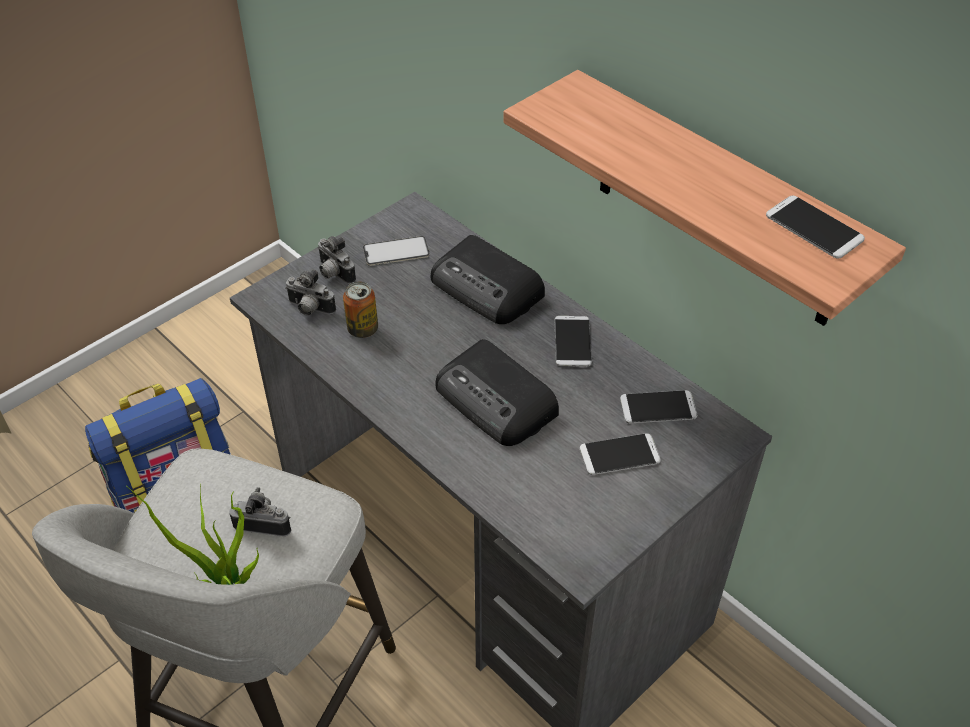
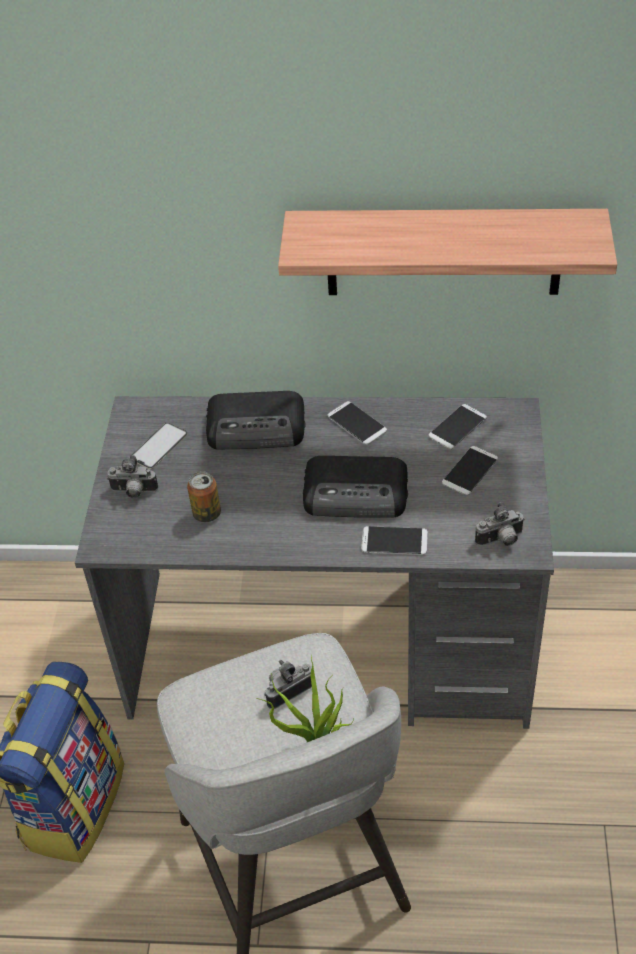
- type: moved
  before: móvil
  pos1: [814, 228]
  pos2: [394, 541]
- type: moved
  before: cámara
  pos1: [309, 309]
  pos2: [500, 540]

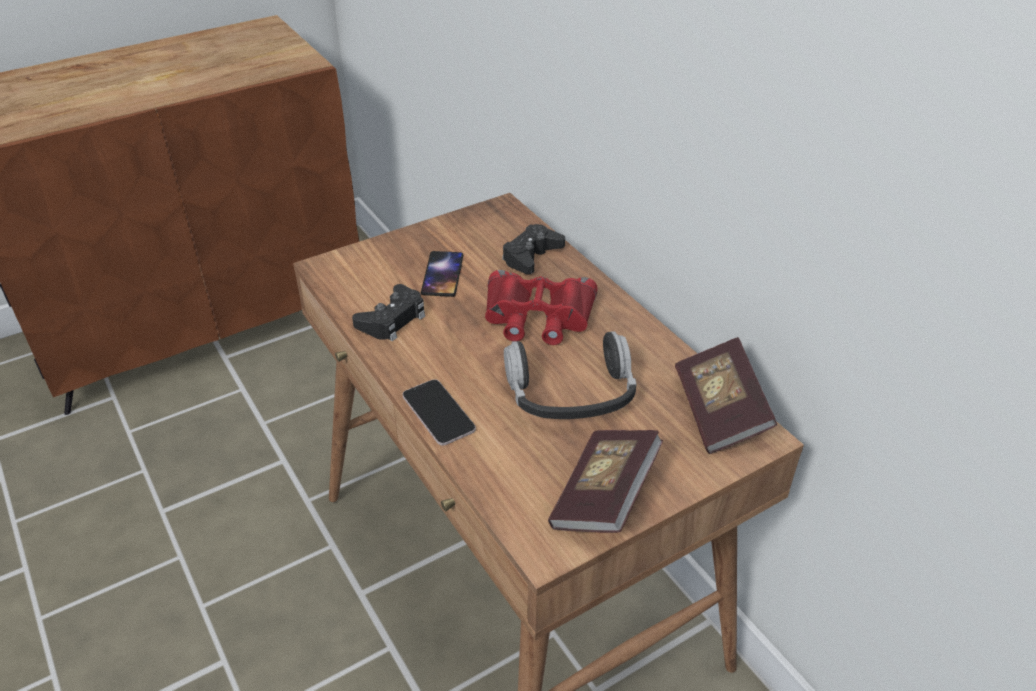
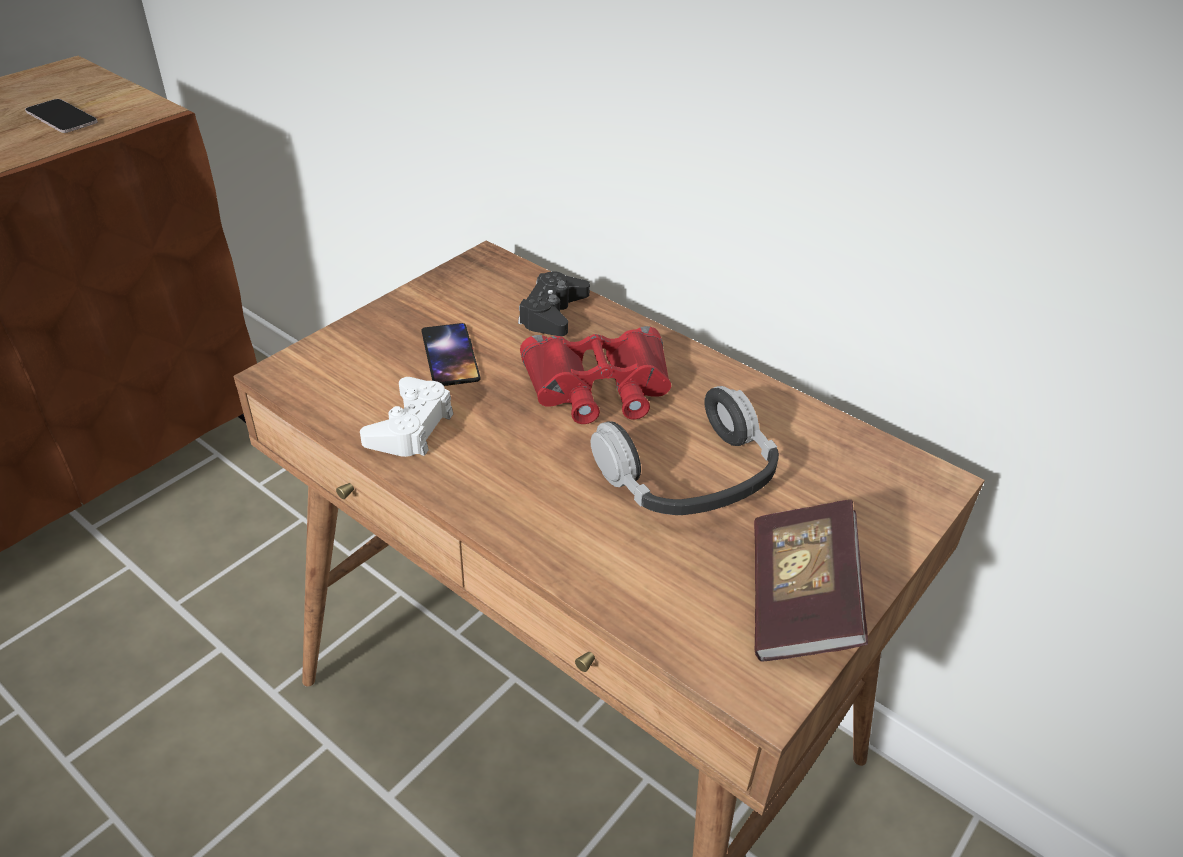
- type: moved
  before: móvil
  pos1: [438, 413]
  pos2: [61, 117]
- type: recoloured
  before: mando de consola (negro)
  after: mando de consola (blanco)
  pos1: [392, 320]
  pos2: [411, 427]
- type: removed
  before: libro
  pos1: [719, 412]

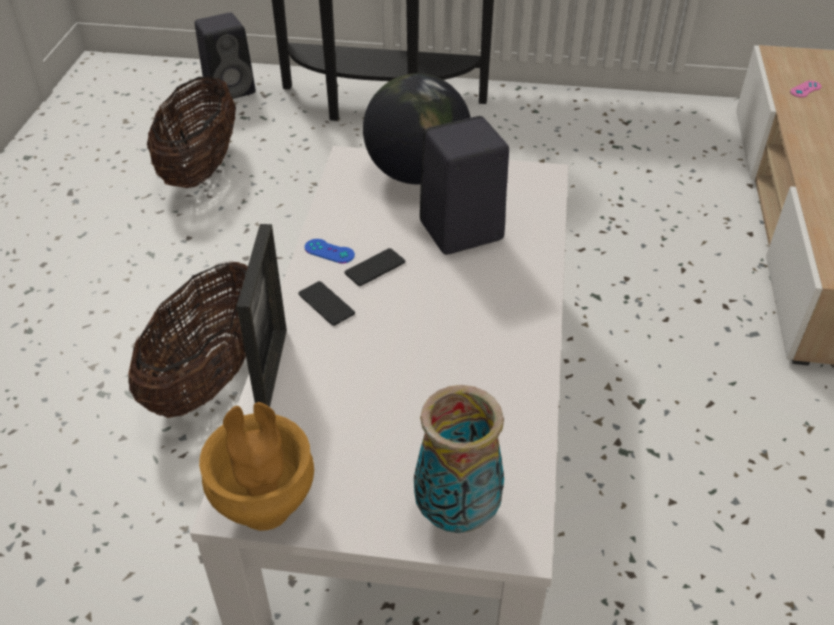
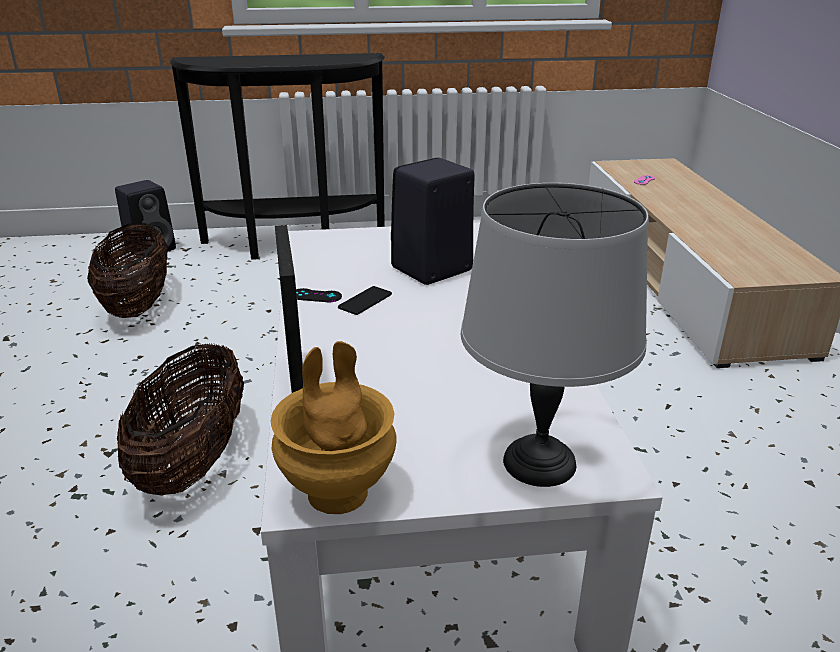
- type: recoloured
  before: mando de consola (azul)
  after: mando de consola (negro)
  pos1: [329, 251]
  pos2: [316, 296]
- type: replaced
  before: florero
  after: lámpara de mesa (gris)
  pos1: [458, 513]
  pos2: [541, 462]
- type: removed
  before: móvil
  pos1: [326, 304]
- type: removed
  before: globo terráqueo
  pos1: [417, 174]

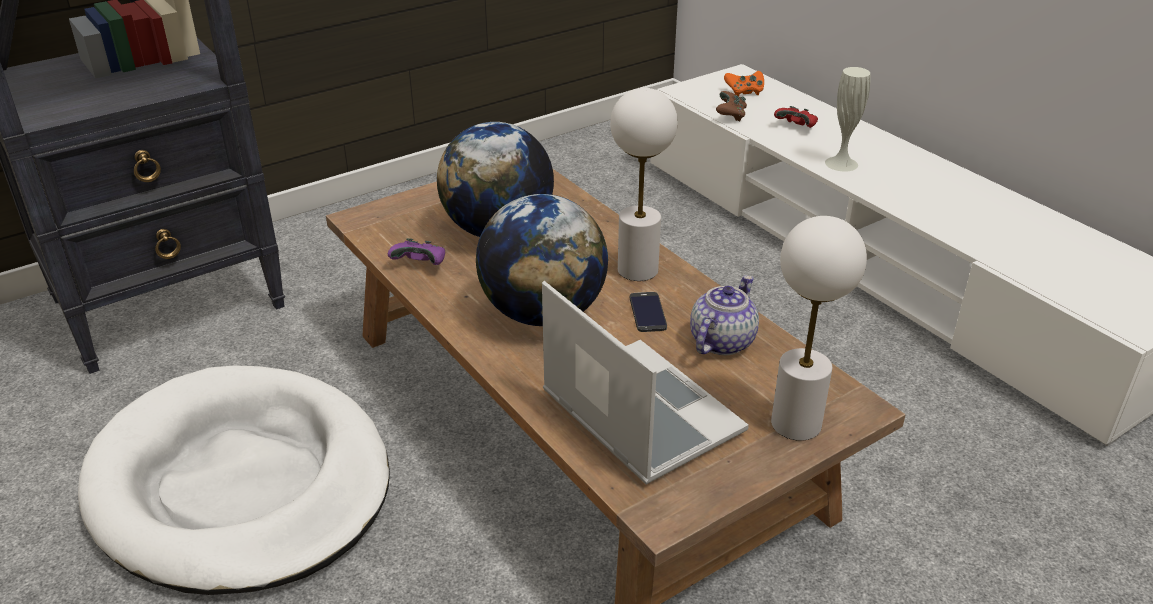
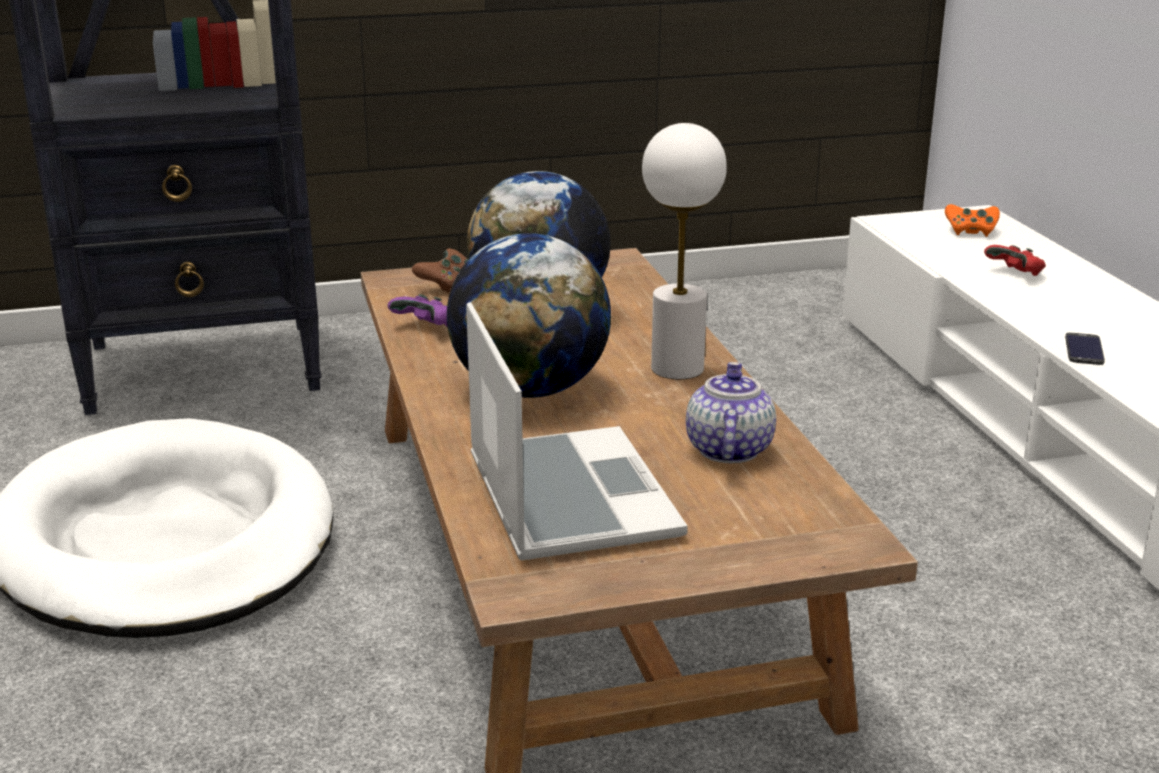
- type: moved
  before: mando de consola (marrón)
  pos1: [730, 116]
  pos2: [446, 284]
- type: turned
  before: tetera
  pos1: [721, 341]
  pos2: [727, 449]
  turn: -45
- type: moved
  before: móvil
  pos1: [648, 312]
  pos2: [1084, 349]
- type: removed
  before: lámpara de mesa (blanco)
  pos1: [797, 424]
- type: removed
  before: florero (blanco)
  pos1: [841, 163]

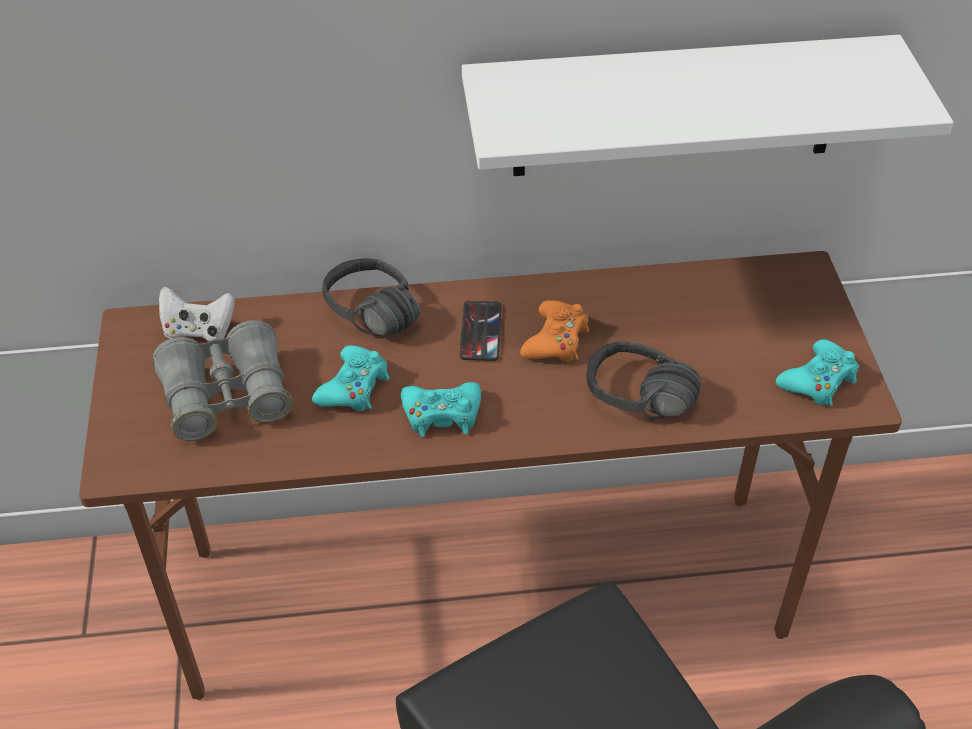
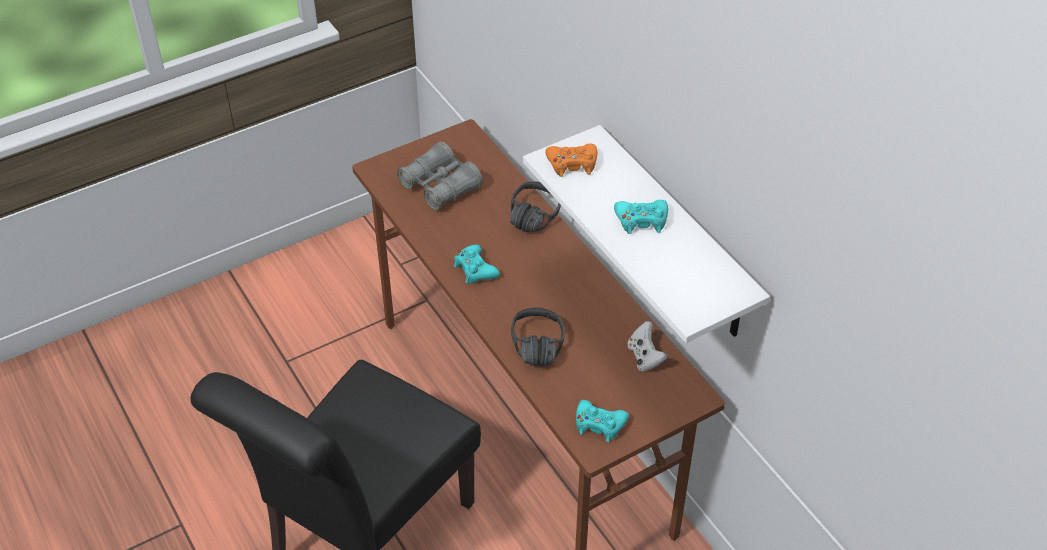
- type: moved
  before: mando de consola (naranja)
  pos1: [556, 340]
  pos2: [572, 164]
- type: moved
  before: mando de consola (turquesa)
  pos1: [354, 387]
  pos2: [641, 220]
- type: moved
  before: mando de consola (blanco)
  pos1: [199, 330]
  pos2: [645, 357]
- type: removed
  before: móvil
  pos1: [480, 331]

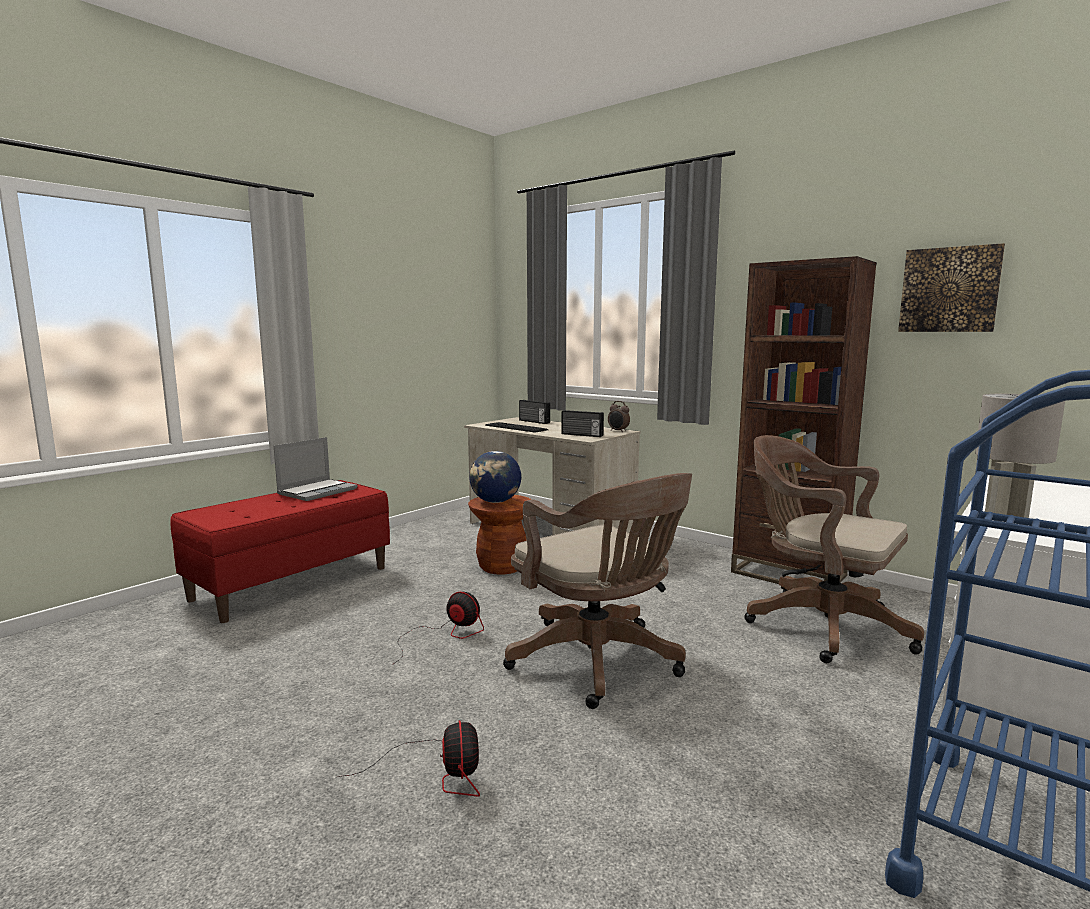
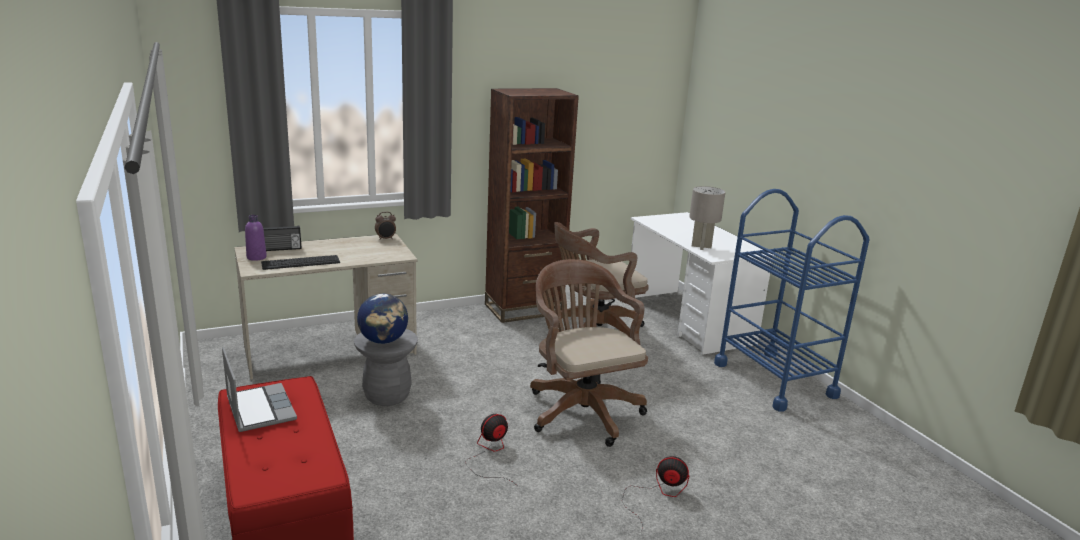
- type: added
  after: botella (morado)
  pos2: [256, 257]
- type: recoloured
  before: taburete (marrón)
  after: taburete (gris)
  pos1: [502, 567]
  pos2: [387, 396]
- type: turned
  before: silla de oficina (marrón)
  pos1: [599, 663]
  pos2: [581, 409]
  turn: -105
- type: removed
  before: radio
  pos1: [581, 435]
- type: removed
  before: cuadro
  pos1: [949, 290]

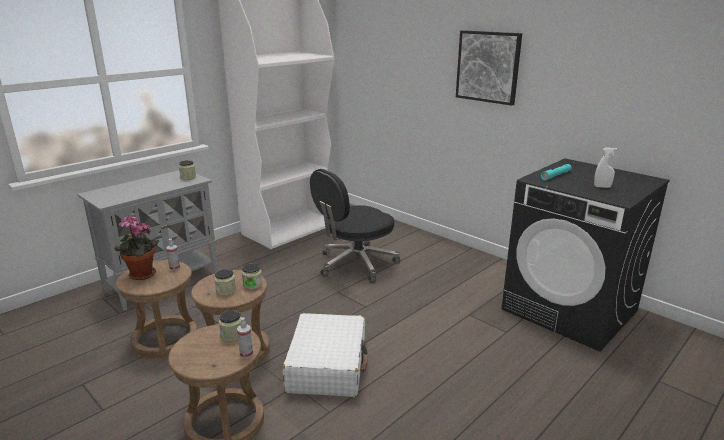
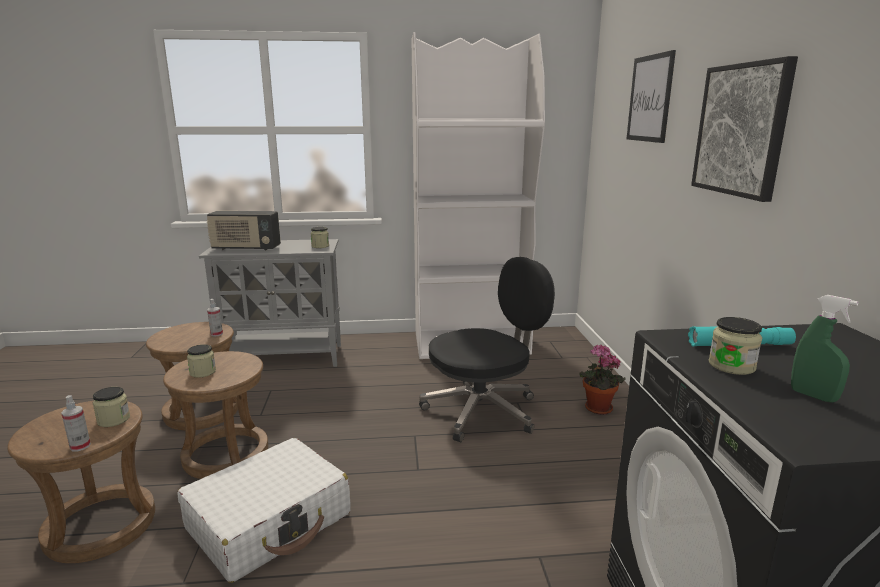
- type: added
  after: radio
  pos2: [246, 248]
- type: turned
  before: silla de oficina (negro)
  pos1: [355, 264]
  pos2: [483, 410]
  turn: 150
- type: moved
  before: planta en maceta
  pos1: [141, 276]
  pos2: [597, 409]
- type: added
  after: cuadro
  pos2: [650, 98]
- type: moved
  before: tarro
  pos1: [252, 285]
  pos2: [731, 366]
- type: recoloured
  before: pulverizador (blanco)
  after: pulverizador (verde)
  pos1: [602, 187]
  pos2: [813, 396]

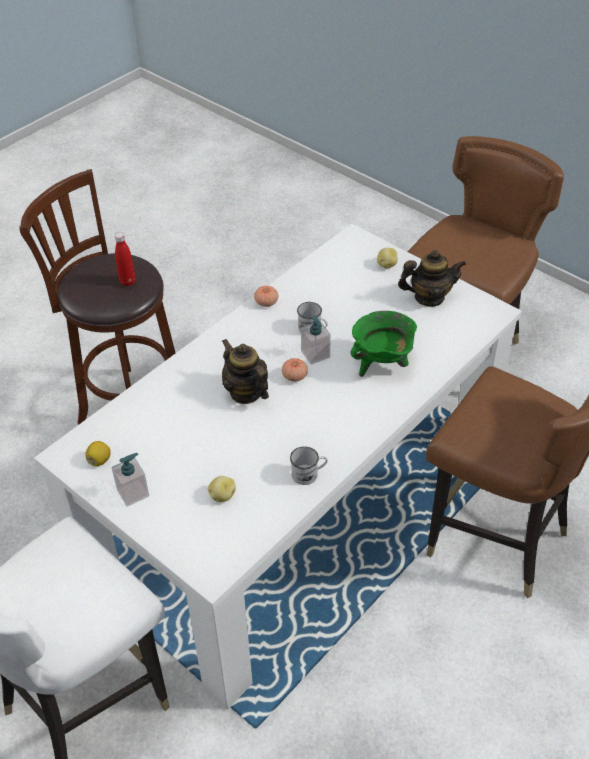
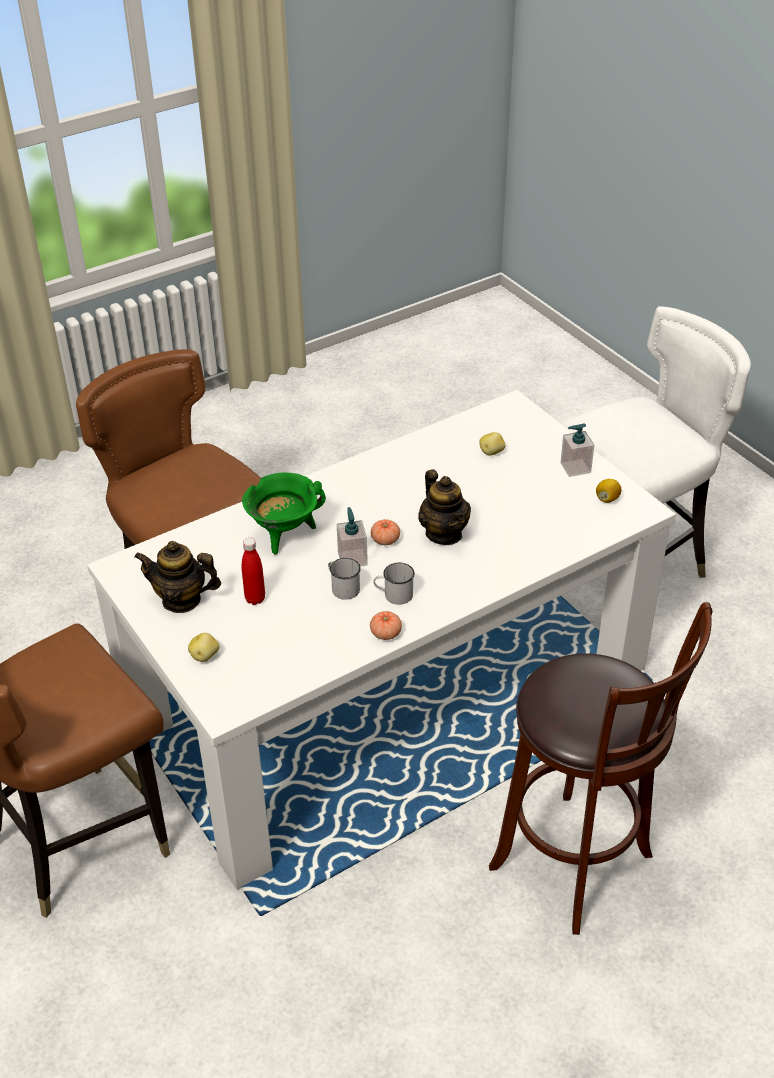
- type: moved
  before: botella (rojo)
  pos1: [128, 282]
  pos2: [255, 599]
- type: moved
  before: taza grande (blanco)
  pos1: [309, 474]
  pos2: [394, 595]

